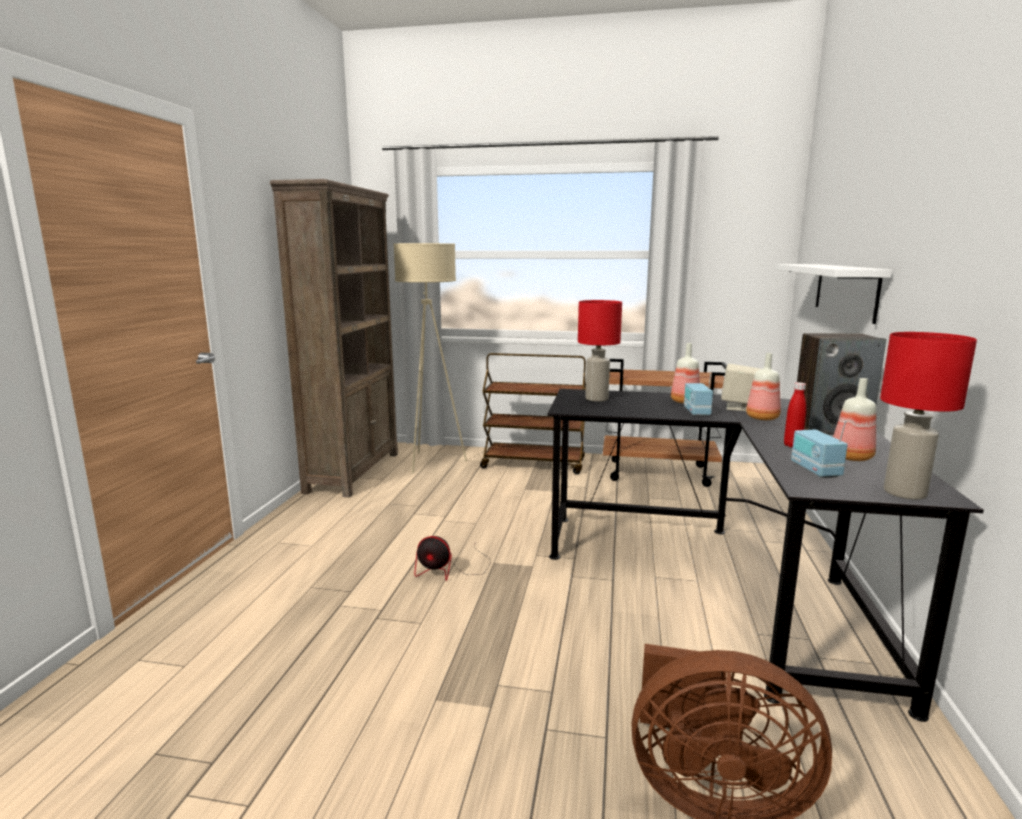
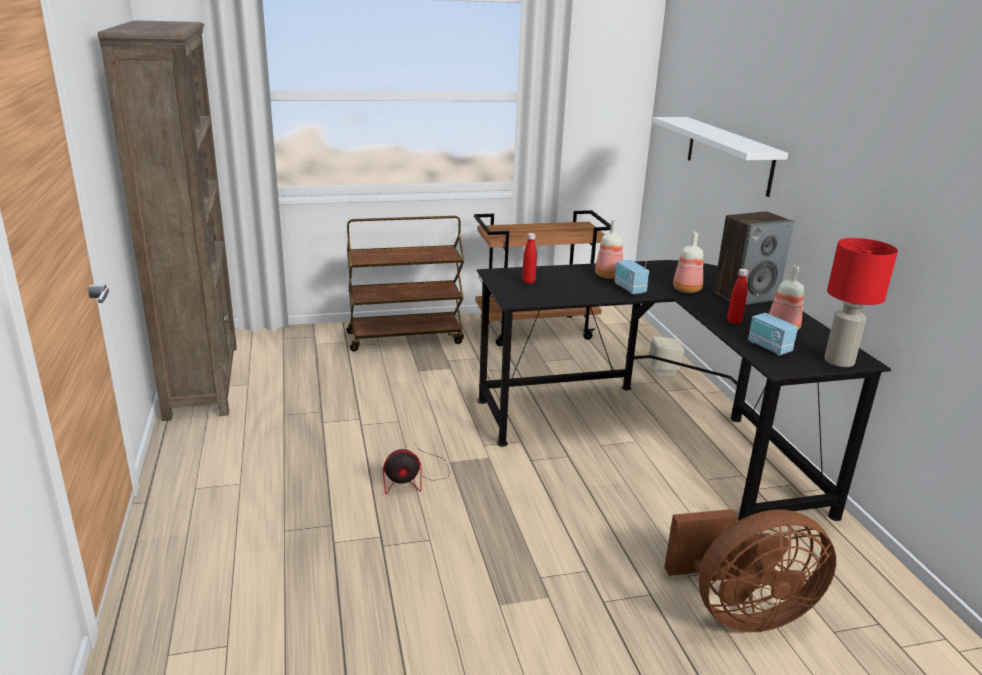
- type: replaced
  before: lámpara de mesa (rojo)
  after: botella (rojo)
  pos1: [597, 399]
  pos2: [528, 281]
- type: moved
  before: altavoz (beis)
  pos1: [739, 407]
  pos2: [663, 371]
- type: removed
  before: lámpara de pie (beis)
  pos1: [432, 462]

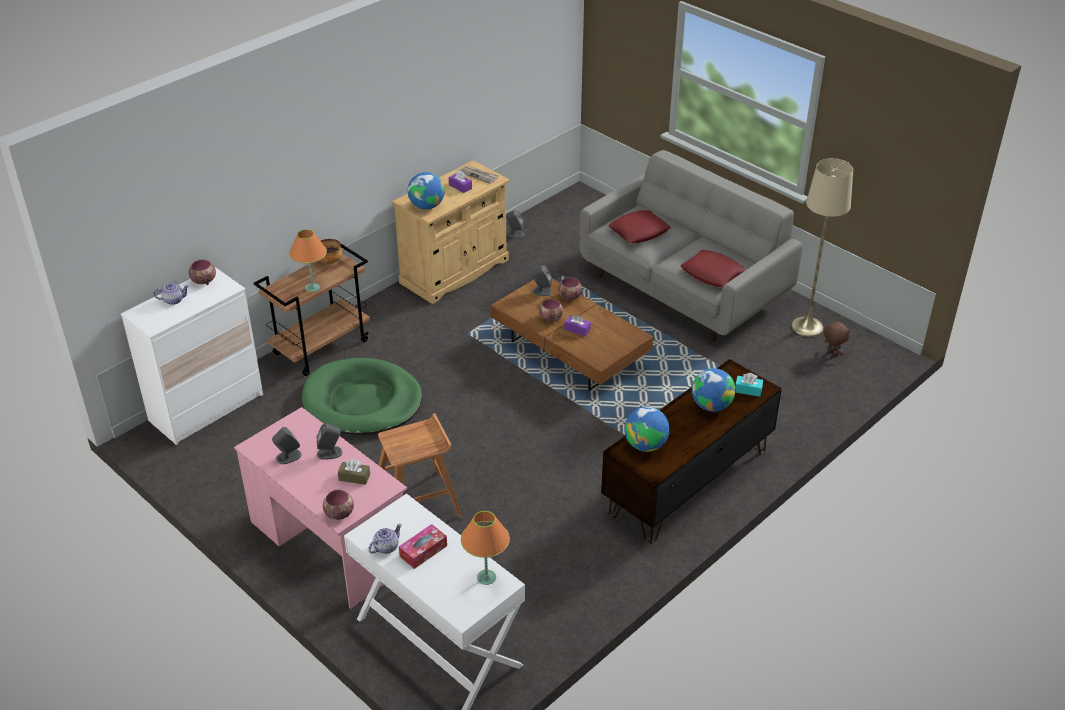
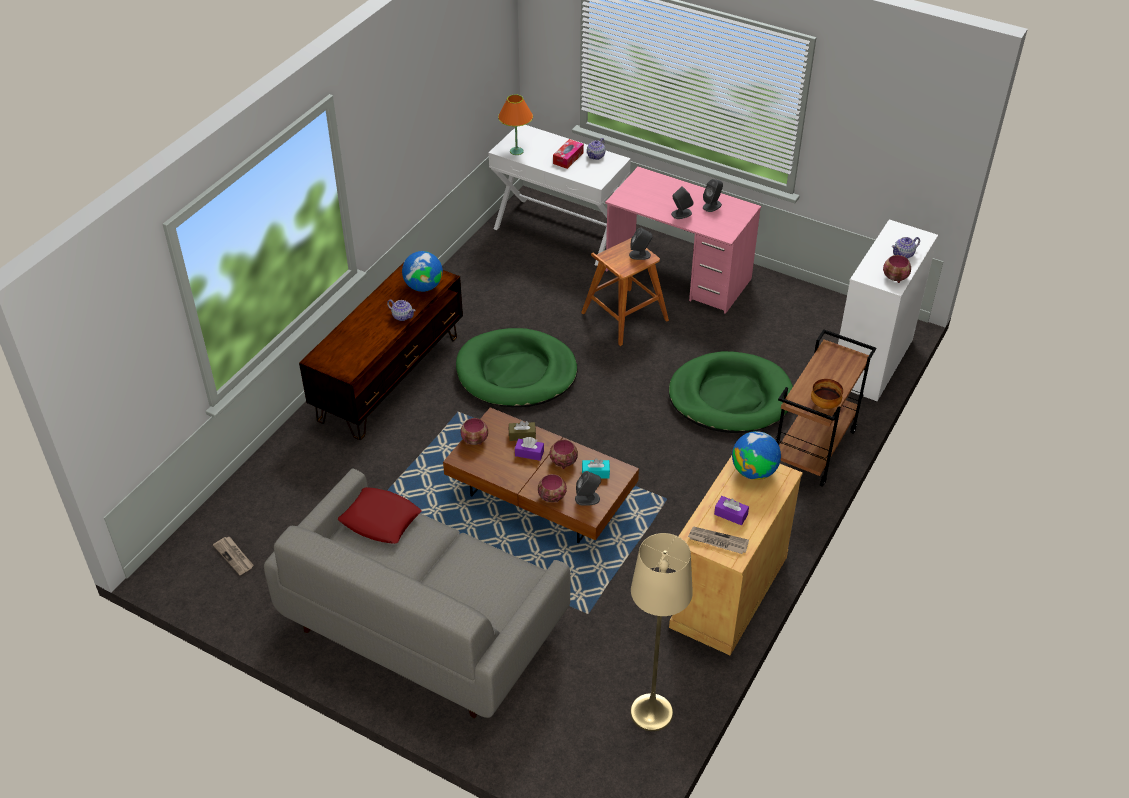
- type: replaced
  before: peluche (marrón)
  after: periódico
  pos1: [832, 354]
  pos2: [234, 556]
- type: added
  after: tetera
  pos2: [402, 316]
- type: added
  after: cama para perro (verde)
  pos2: [516, 372]
- type: moved
  before: cuenco
  pos1: [339, 514]
  pos2: [475, 440]
- type: moved
  before: caja de pañuelos (marrón)
  pos1: [354, 477]
  pos2: [522, 435]
- type: moved
  before: caja de pañuelos (turquesa)
  pos1: [748, 390]
  pos2: [595, 473]
- type: moved
  before: altavoz (gris)
  pos1: [514, 233]
  pos2: [640, 255]
- type: moved
  before: lámpara de pie (beis)
  pos1: [807, 327]
  pos2: [651, 712]
- type: removed
  before: lámpara de mesa (naranja)
  pos1: [313, 287]
- type: removed
  before: cojín (rojo)
  pos1: [638, 232]
- type: removed
  before: globo terráqueo
  pos1: [711, 406]

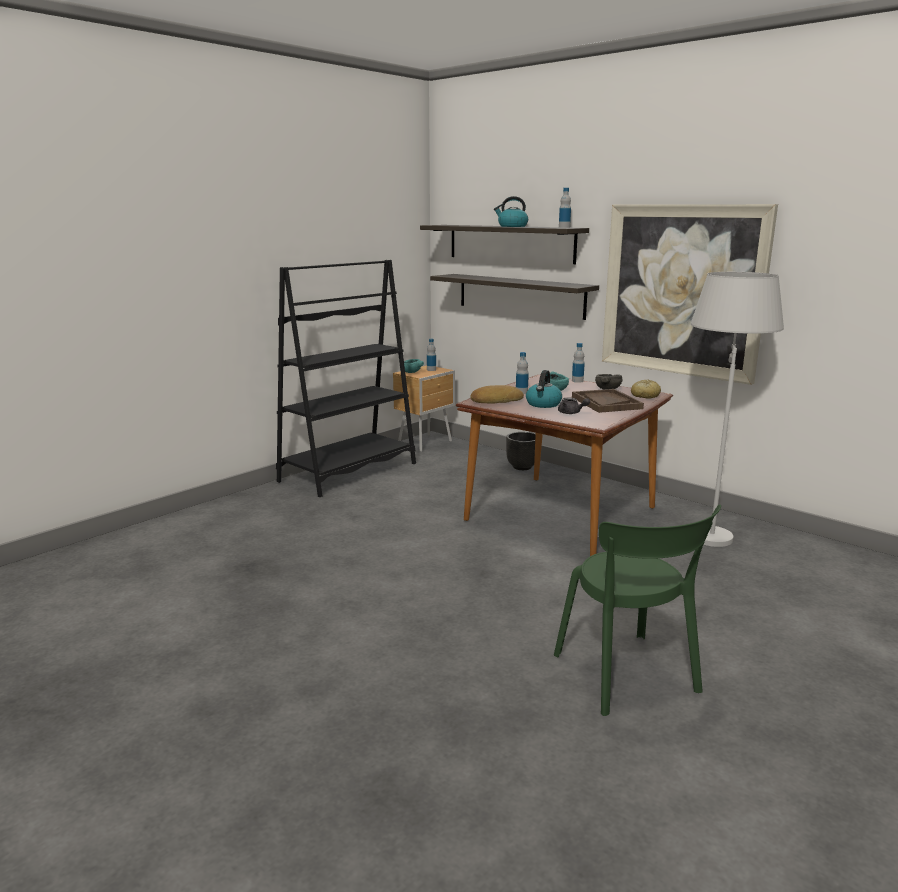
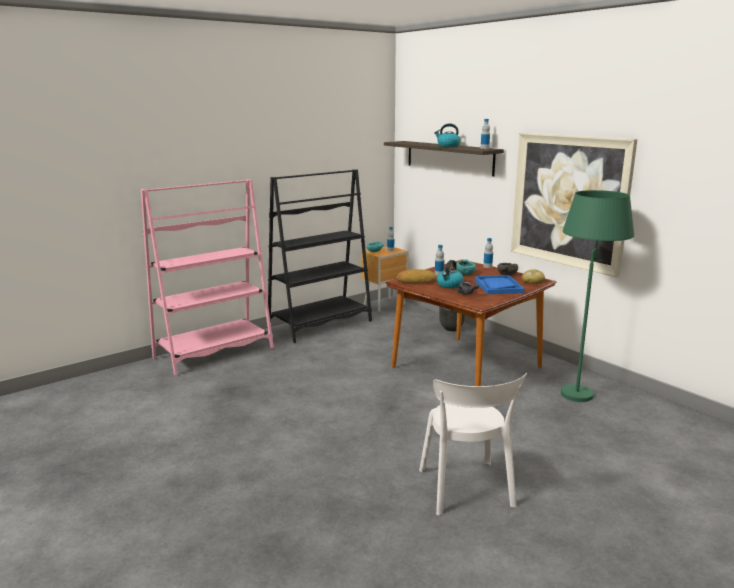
- type: added
  after: estantería (rosa)
  pos2: [214, 353]
- type: recoloured
  before: silla (verde)
  after: silla (blanco)
  pos1: [628, 676]
  pos2: [466, 490]
- type: recoloured
  before: bandeja (marrón)
  after: bandeja (azul)
  pos1: [606, 403]
  pos2: [498, 286]
- type: recoloured
  before: lámpara de pie (blanco)
  after: lámpara de pie (verde)
  pos1: [711, 529]
  pos2: [579, 387]
- type: removed
  before: estante
  pos1: [520, 295]

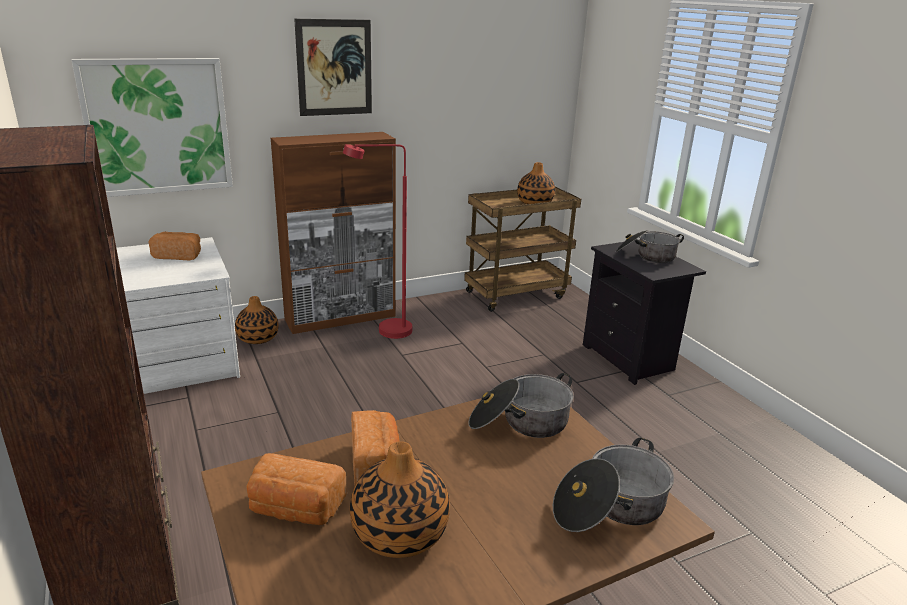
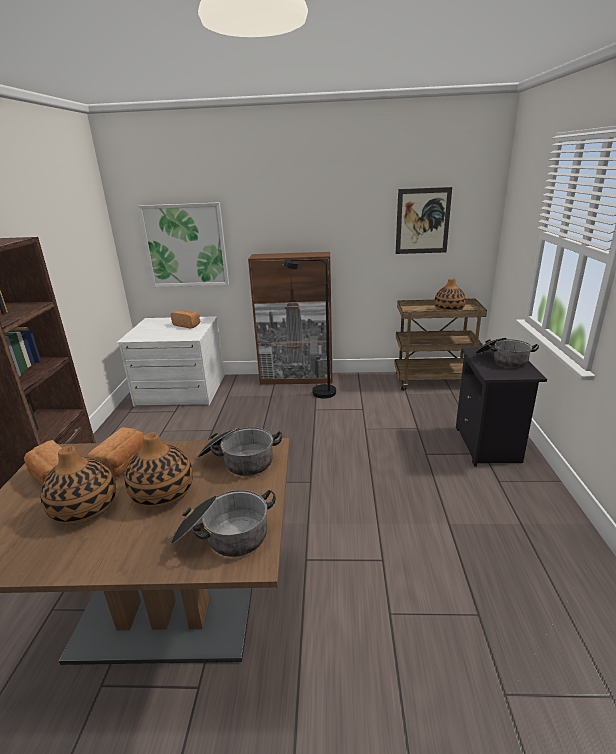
- type: moved
  before: florero
  pos1: [258, 338]
  pos2: [163, 494]
- type: recoloured
  before: lámpara de pie (rojo)
  after: lámpara de pie (negro)
  pos1: [385, 332]
  pos2: [317, 392]
- type: moved
  before: cuadro
  pos1: [334, 68]
  pos2: [422, 221]

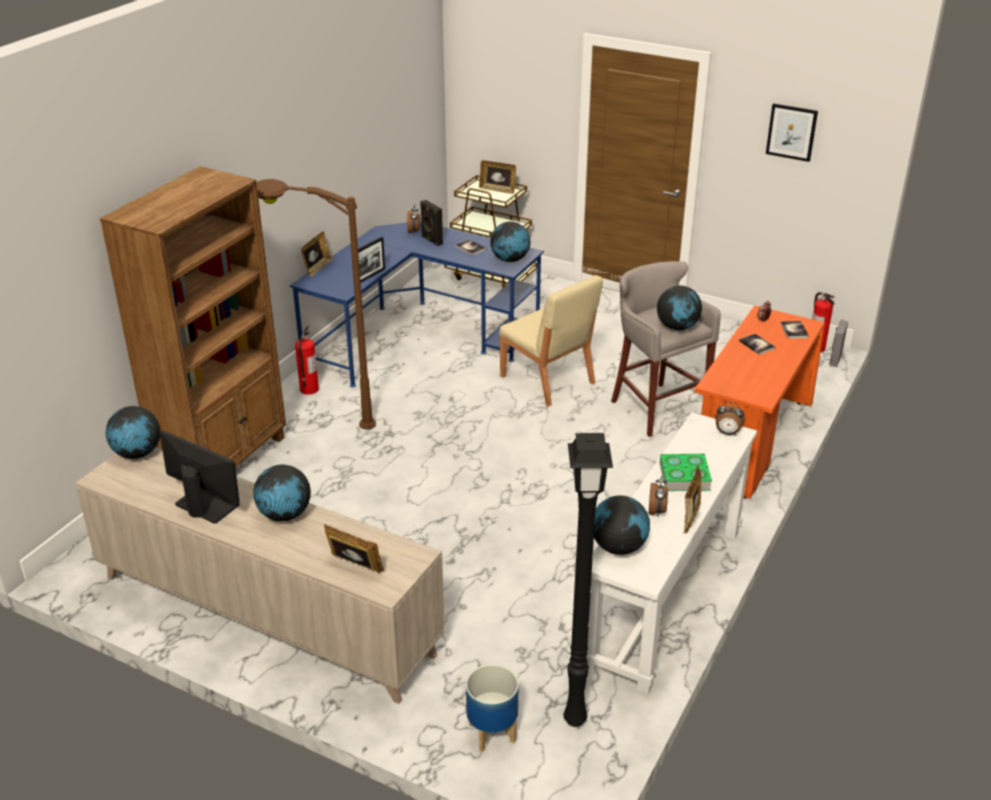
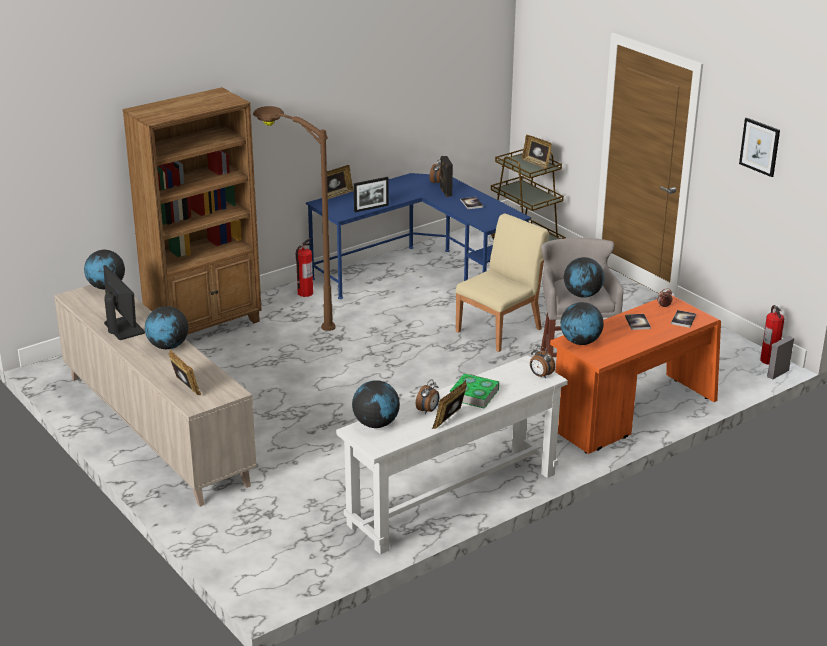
- type: turned
  before: silla (beis)
  pos1: [548, 380]
  pos2: [500, 330]
  turn: -120
- type: moved
  before: globo terráqueo
  pos1: [510, 260]
  pos2: [580, 342]
- type: removed
  before: maceta
  pos1: [492, 733]
- type: removed
  before: lámpara de pie (negro)
  pos1: [573, 721]

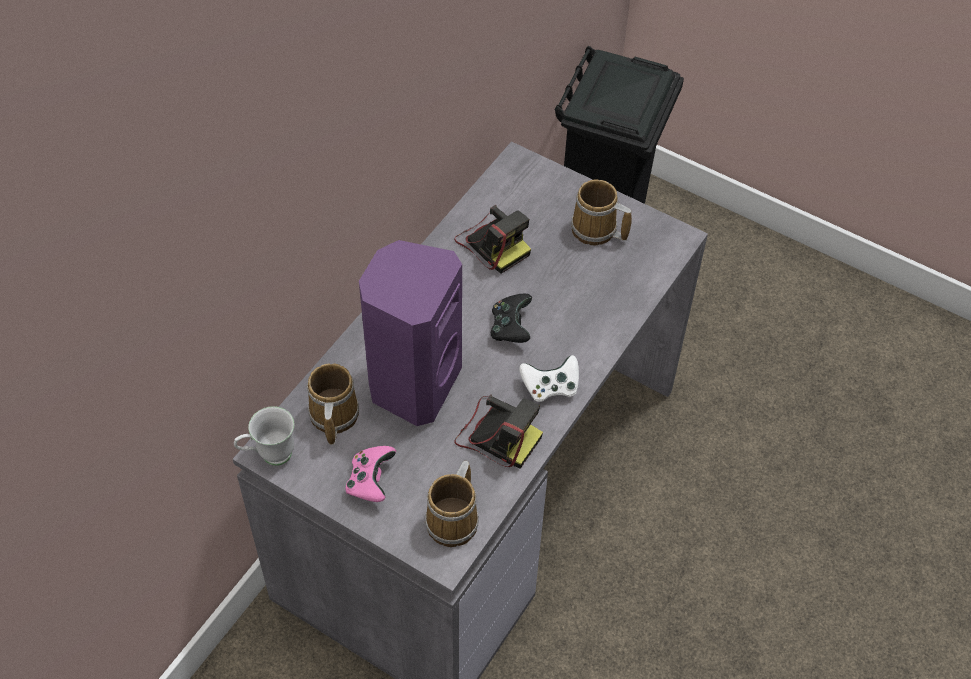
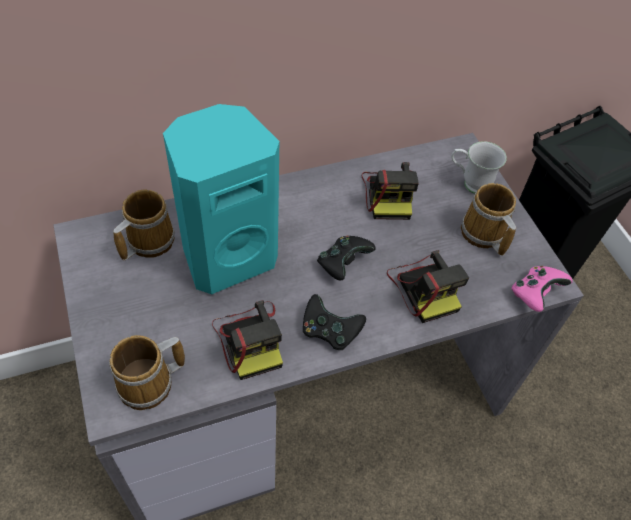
- type: recoloured
  before: altavoz (morado)
  after: altavoz (turquesa)
  pos1: [412, 383]
  pos2: [227, 256]
- type: recoloured
  before: mando de consola (blanco)
  after: mando de consola (negro)
  pos1: [550, 387]
  pos2: [329, 331]
- type: added
  after: cámara
  pos2: [424, 287]
- type: moved
  before: taza grande (blanco)
  pos1: [269, 456]
  pos2: [469, 183]
- type: moved
  before: mando de consola (rosa)
  pos1: [370, 481]
  pos2: [534, 294]

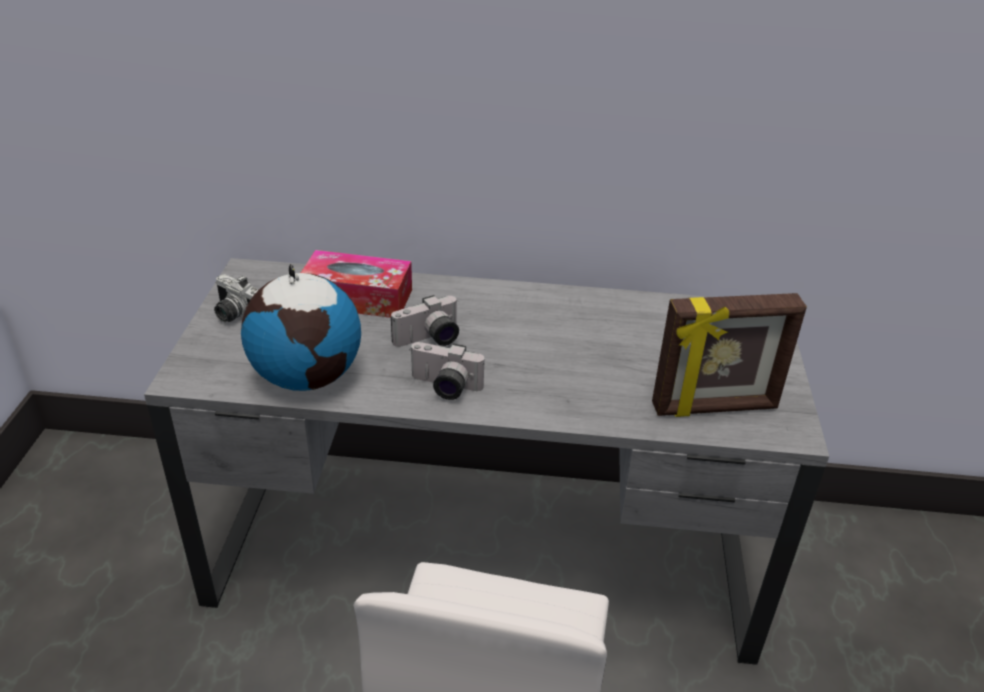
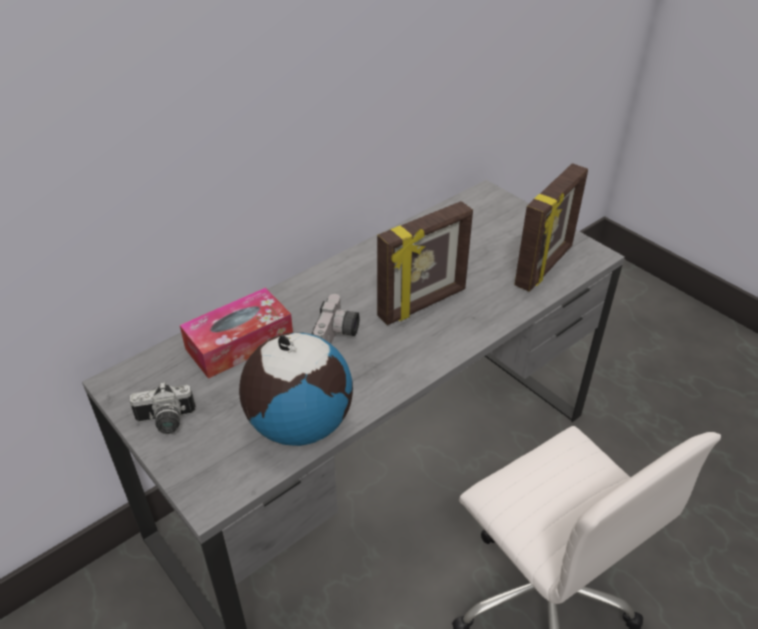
- type: added
  after: portarretratos
  pos2: [423, 304]
- type: removed
  before: cámara
  pos1: [444, 387]

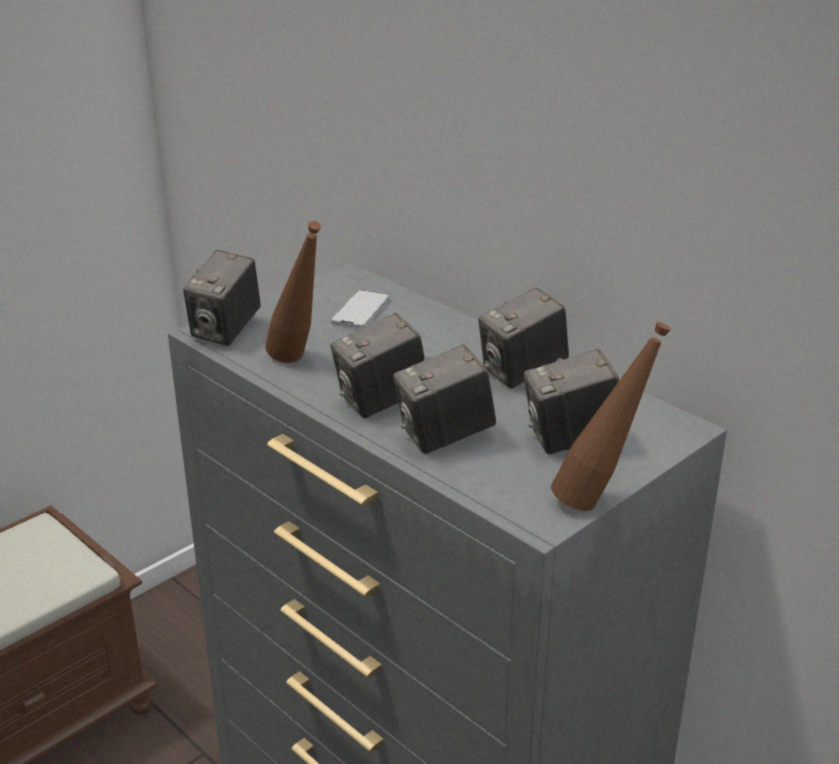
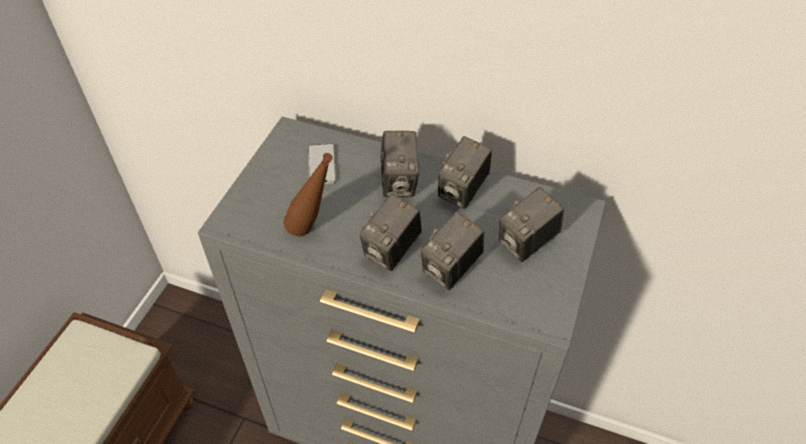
- type: moved
  before: cámara
  pos1: [226, 331]
  pos2: [399, 183]
- type: removed
  before: botella (marrón)
  pos1: [600, 500]

